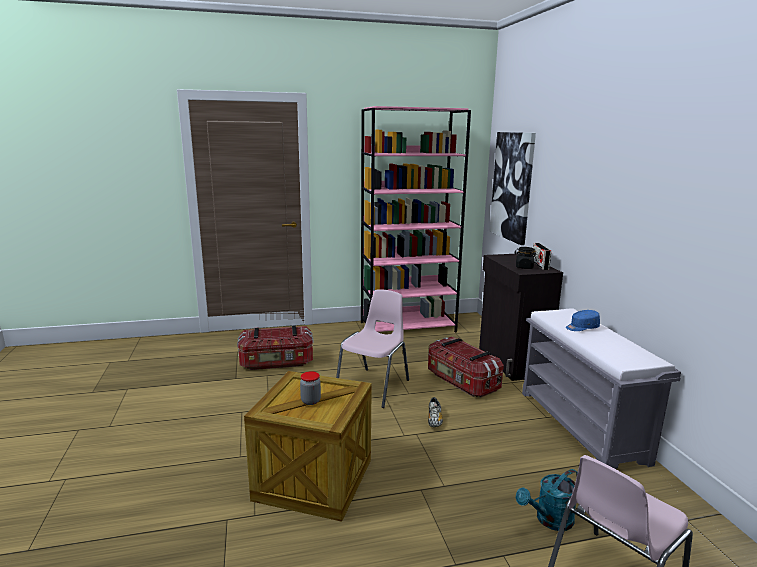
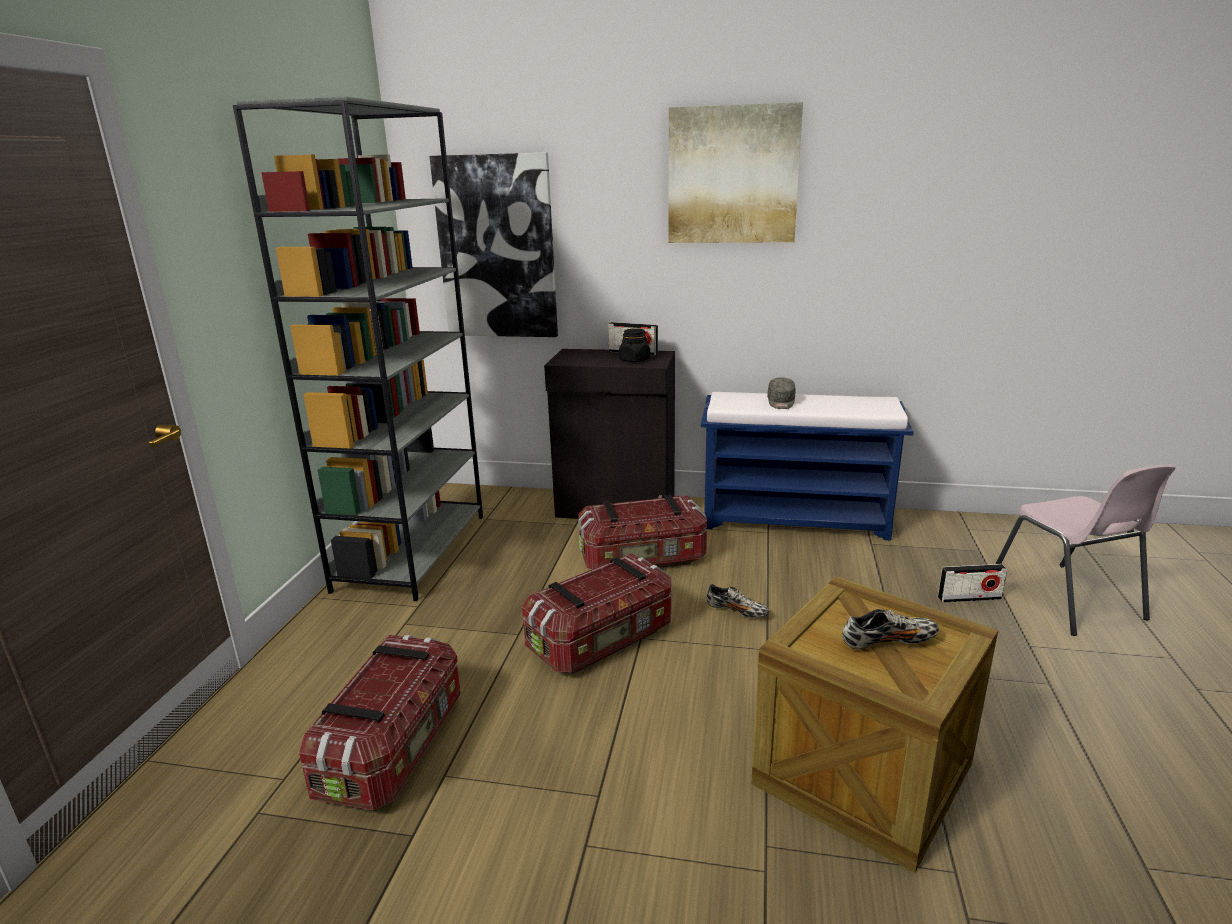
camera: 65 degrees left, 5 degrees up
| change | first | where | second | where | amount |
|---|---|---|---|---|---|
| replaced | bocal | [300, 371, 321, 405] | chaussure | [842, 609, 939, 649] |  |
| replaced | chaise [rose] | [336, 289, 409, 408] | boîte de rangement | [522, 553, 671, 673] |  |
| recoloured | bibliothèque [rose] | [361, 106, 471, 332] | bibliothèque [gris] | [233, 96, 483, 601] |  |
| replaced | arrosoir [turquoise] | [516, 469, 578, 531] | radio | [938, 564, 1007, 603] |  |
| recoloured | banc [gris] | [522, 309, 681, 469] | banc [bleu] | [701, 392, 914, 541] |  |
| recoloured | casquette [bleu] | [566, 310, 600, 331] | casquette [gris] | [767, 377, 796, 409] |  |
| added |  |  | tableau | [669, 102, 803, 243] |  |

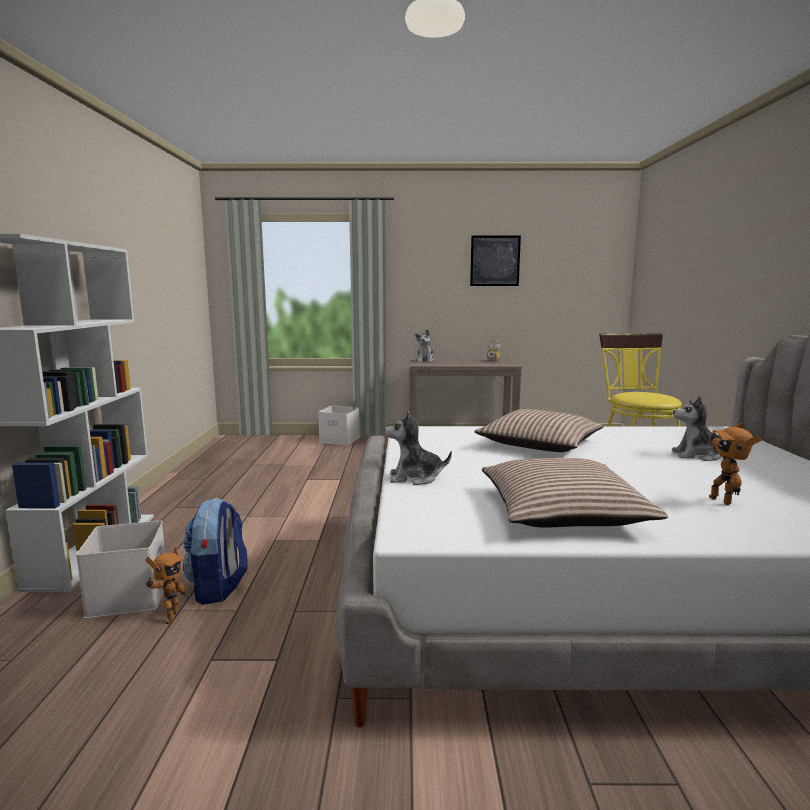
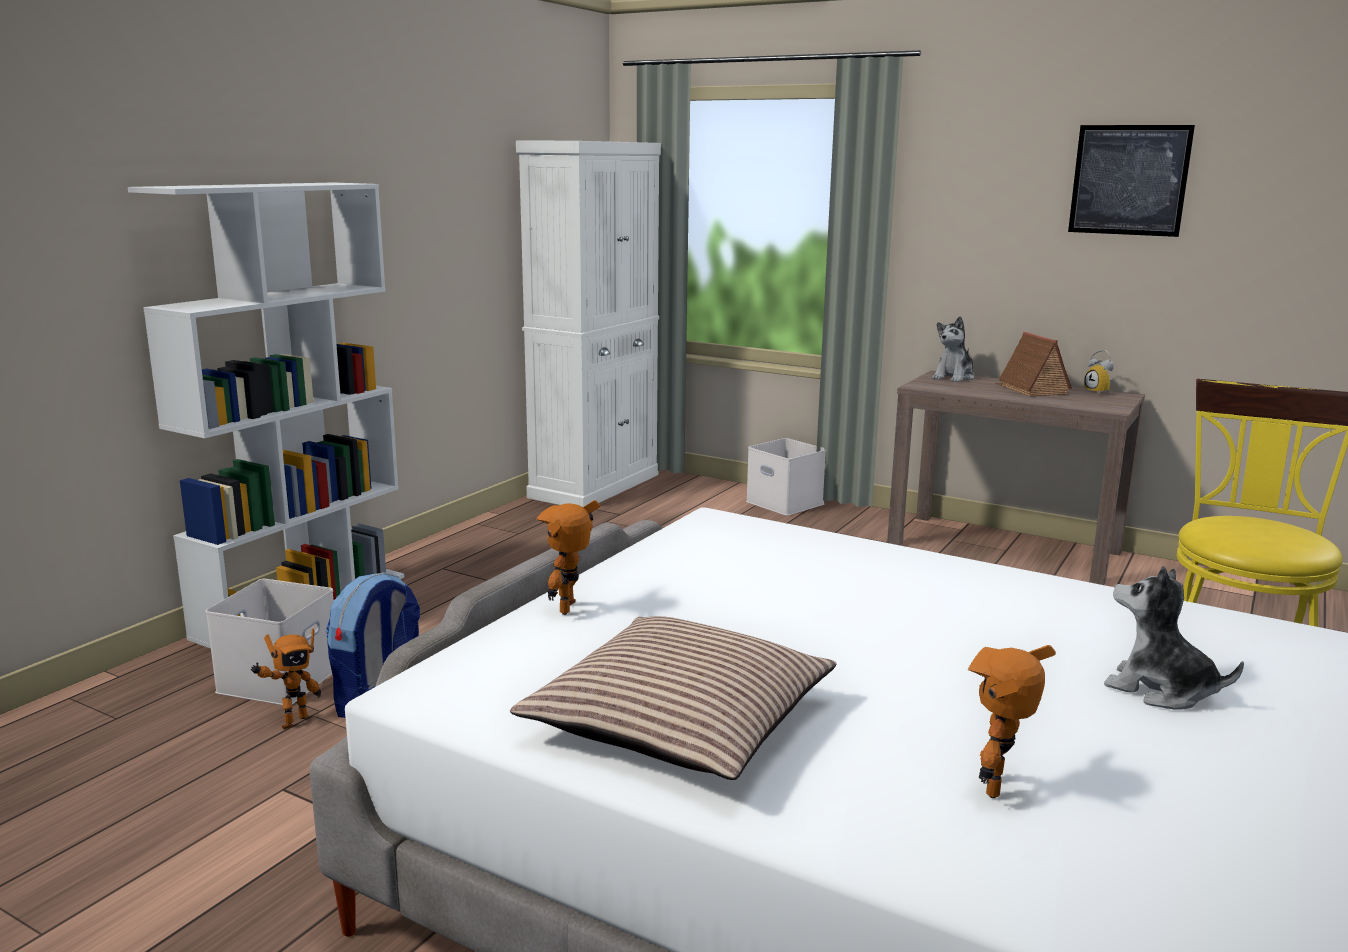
camera: 30 degrees right, 5 degrees up
| change | first | where | second | where | amount |
|---|---|---|---|---|---|
| replaced | peluche | [384, 411, 452, 485] | robot jouet | [536, 500, 600, 615] |  |
| removed | coussin | [474, 409, 604, 452] |  |  |  |
| added |  |  | meuble de rangement [blanc] | [516, 140, 661, 507] |  |
| added |  |  | maison miniature | [996, 332, 1072, 397] |  |

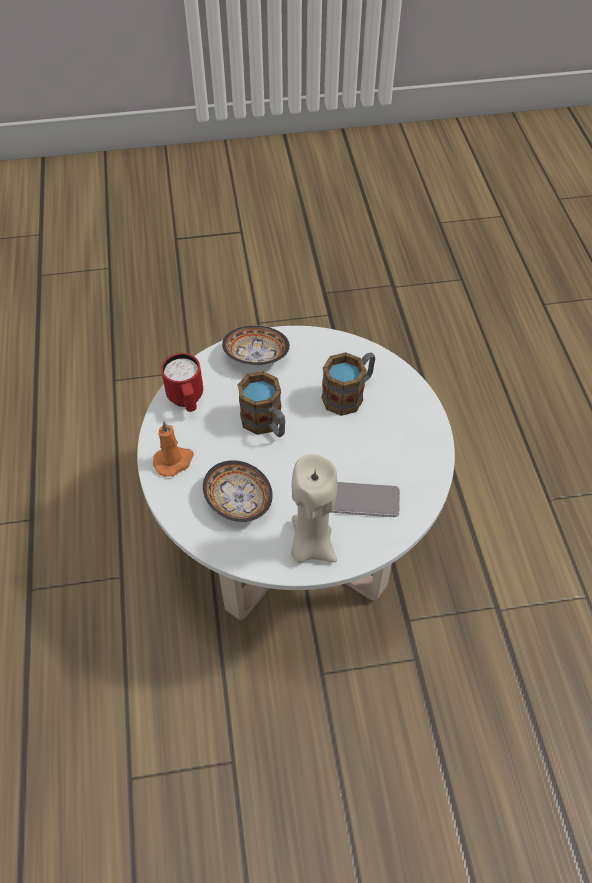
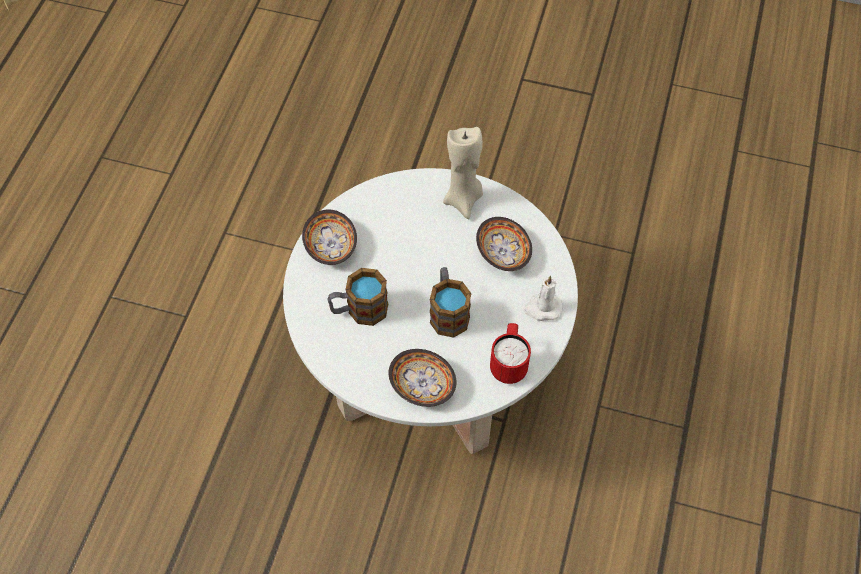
camera: 155 degrees left, 5 degrees up
| change | first | where | second | where | amount |
|---|---|---|---|---|---|
| recoloured | bougie [orange] | [153, 421, 194, 476] | bougie [blanc] | [523, 276, 563, 321] |  |
| removed | téléphone | [332, 481, 400, 517] |  |  |  |
| added |  |  | bol | [302, 210, 357, 265] |  |

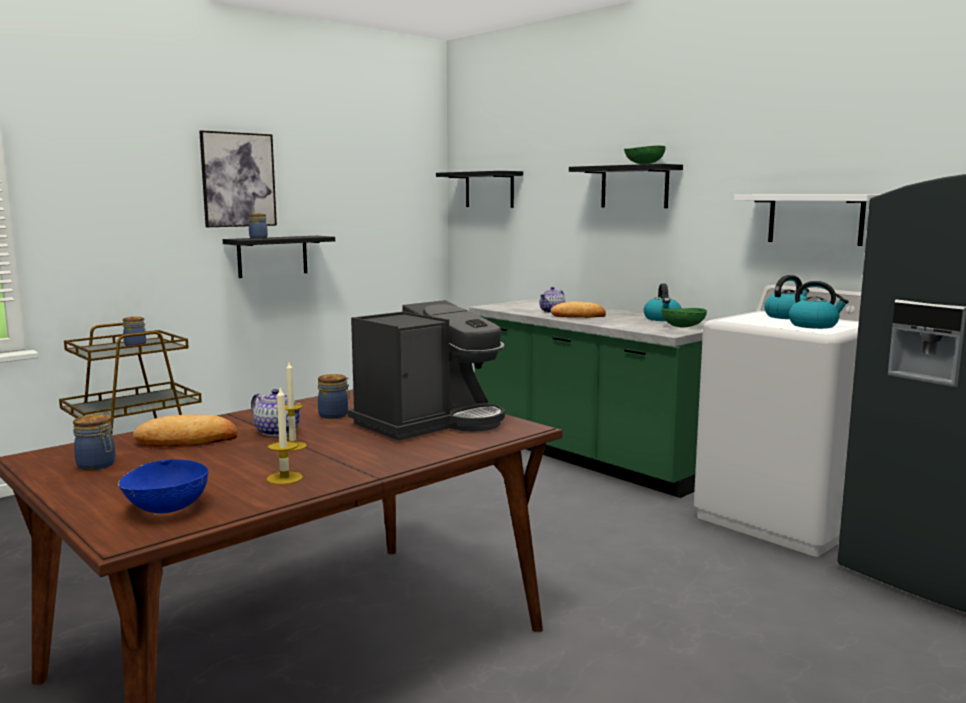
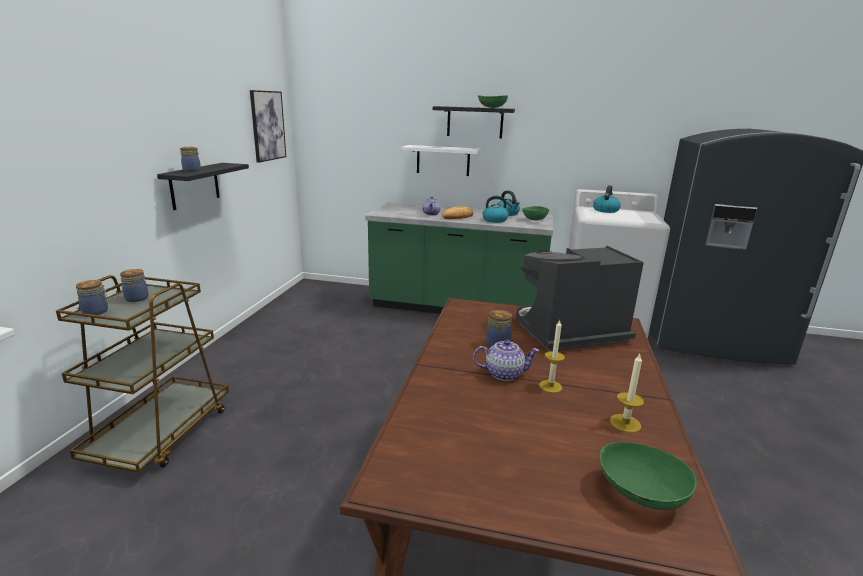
camera: 35 degrees left, 10 degrees up
| change | first | where | second | where | amount |
|---|---|---|---|---|---|
| moved | bocal | [73, 414, 116, 470] |  | [76, 280, 109, 315] |  |
| recoloured | bol [bleu] | [118, 459, 209, 513] | bol [vert] | [600, 442, 697, 510] |  |
| removed | pain | [133, 415, 237, 446] |  |  |  |
| moved | tableau | [199, 130, 277, 227] |  | [250, 90, 286, 163] |  |
| turned | machine à café | [348, 300, 505, 441] |  | [516, 246, 644, 351] | 120 degrees counterclockwise |
| removed | étagère [noir] | [436, 171, 523, 208] |  |  |  |
| moved | étagère [blanc] | [734, 195, 878, 246] |  | [401, 145, 481, 176] |  |
| moved | bouilloire | [789, 281, 849, 329] |  | [482, 196, 513, 223] |  |

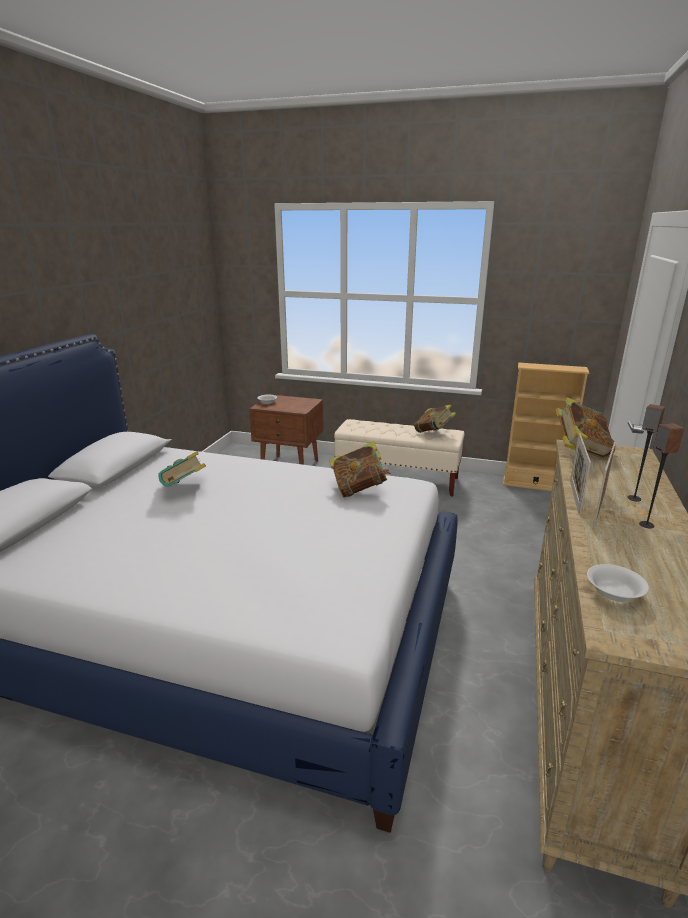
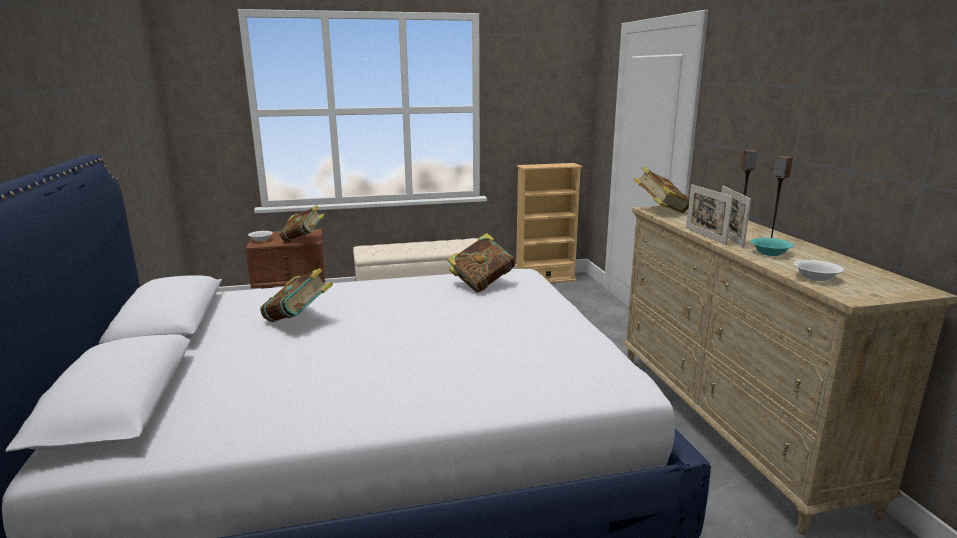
camera: 30 degrees left, 5 degrees down
| change | first | where | second | where | amount |
|---|---|---|---|---|---|
| moved | livre | [414, 405, 456, 433] |  | [279, 205, 324, 242] |  |
| added |  |  | bol [turquoise] | [751, 238, 794, 256] |  |

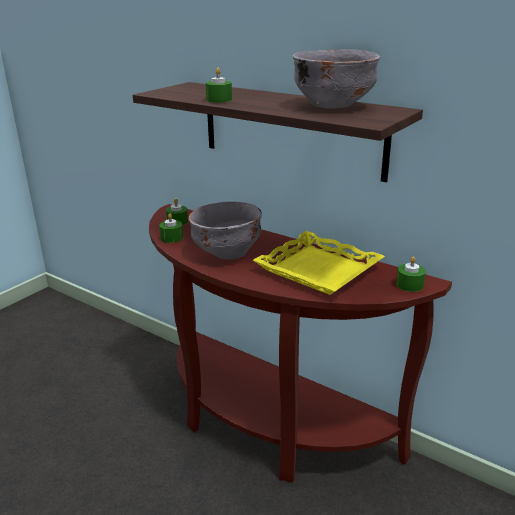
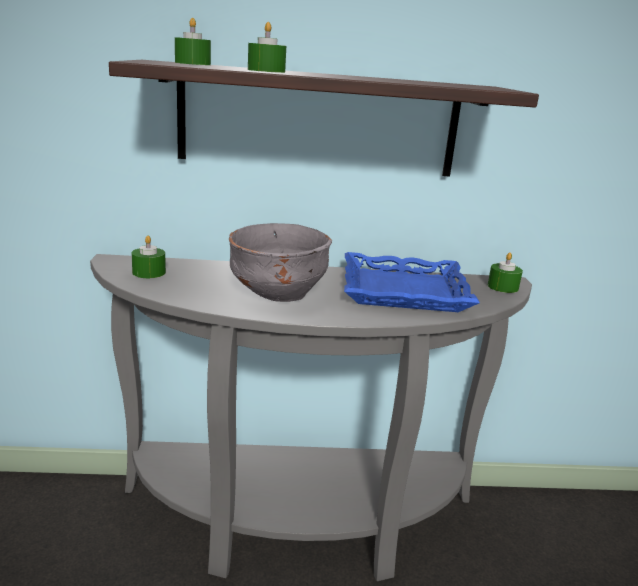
camera: 40 degrees left, 5 degrees down
| change | first | where | second | where | amount |
|---|---|---|---|---|---|
| recoloured | table console [marron] | [149, 204, 452, 483] | table console [gris] | [90, 254, 532, 581] |  |
| moved | bougie [vert] | [159, 213, 183, 243] |  | [175, 18, 211, 65] |  |
| recoloured | plateau [jaune] | [253, 231, 385, 295] | plateau [bleu] | [344, 252, 480, 312] |  |
| removed | bol [gris] | [292, 49, 380, 109] |  |  |  |

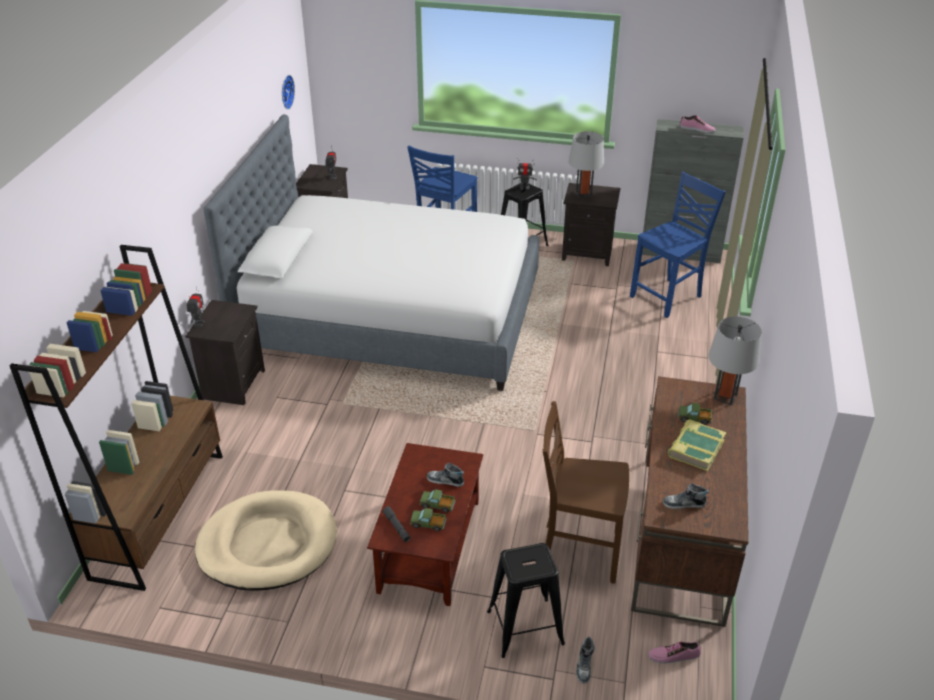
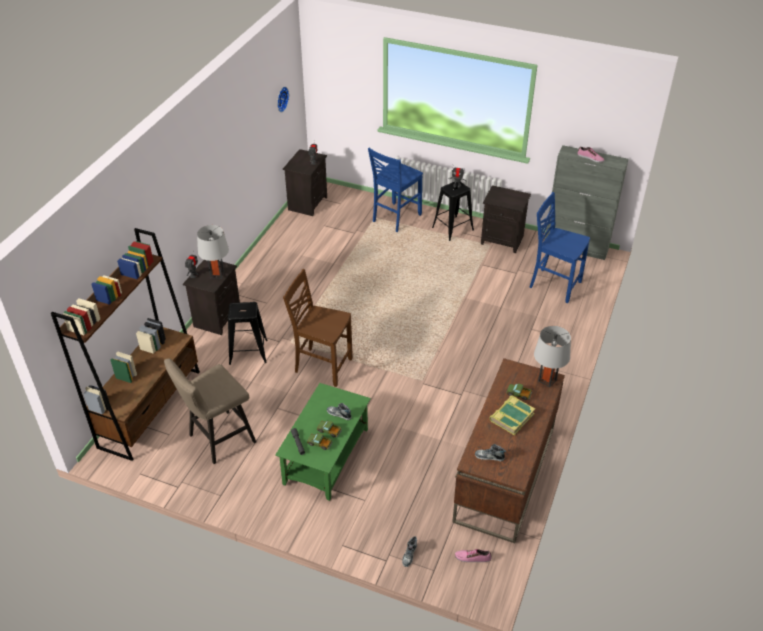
camera: 10 degrees right, 5 degrees up
| change | first | where | second | where | amount |
|---|---|---|---|---|---|
| replaced | panier pour chien [beige] | [195, 491, 337, 591] | tabouret [beige] | [164, 359, 256, 464] |  |
| removed | lit | [204, 114, 539, 391] |  |  |  |
| recoloured | table basse [marron] | [367, 443, 483, 606] | table basse [vert] | [275, 383, 371, 501] |  |
| moved | tabouret [noir] | [487, 543, 565, 658] |  | [228, 302, 268, 365] |  |
| moved | chaise [marron] | [543, 401, 629, 584] |  | [283, 269, 353, 387] |  |
| moved | lampe de table [gris] | [568, 131, 604, 198] |  | [197, 225, 229, 279] |  |
| turned | chaise [bleu] | [630, 172, 726, 318] |  | [529, 192, 590, 303] | 120 degrees counterclockwise |

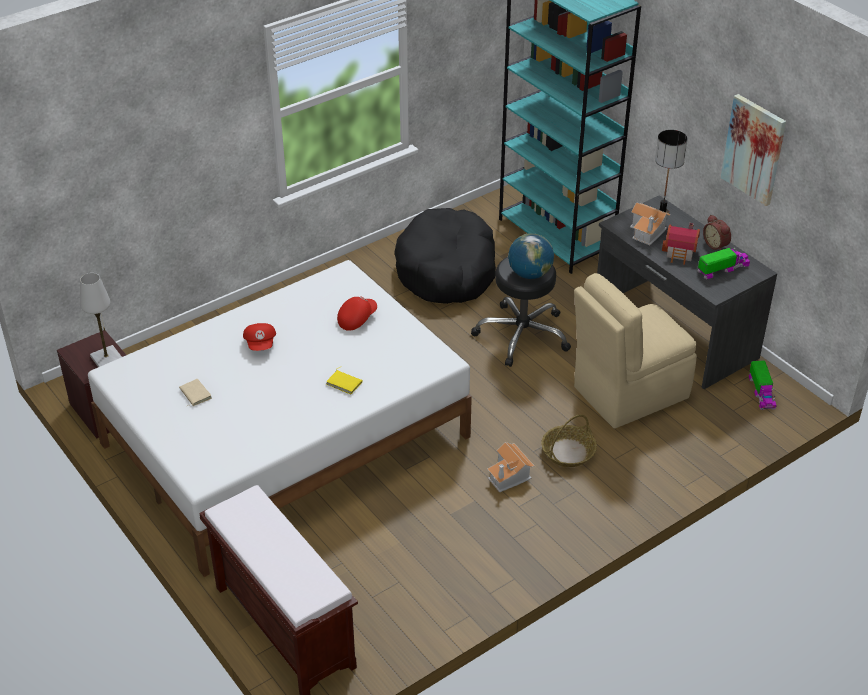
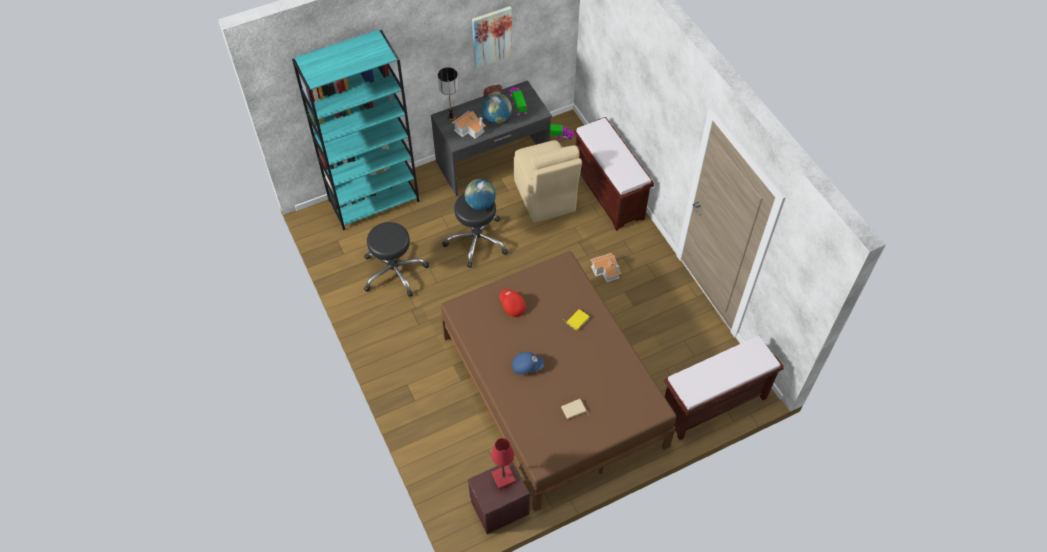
camera: 80 degrees left, 15 degrees up
| change | first | where | second | where | amount |
|---|---|---|---|---|---|
| recoloured | lampe de table [blanc] | [80, 273, 122, 367] | lampe de table [rouge] | [491, 438, 516, 489] |  |
| recoloured | lit [blanc] | [88, 260, 472, 577] | lit [marron] | [441, 251, 676, 512] |  |
| recoloured | casquette [rouge] | [243, 323, 276, 351] | casquette [bleu] | [512, 352, 544, 374] |  |
| replaced | panier pour chien [noir] | [394, 208, 496, 304] | tabouret [noir] | [364, 222, 430, 297] |  |
| removed | panier | [541, 414, 597, 467] |  |  |  |
| replaced | maison miniature | [662, 223, 700, 265] | globe | [482, 93, 512, 124] |  |
| added |  |  | banc [marron] | [574, 117, 654, 231] |  |

